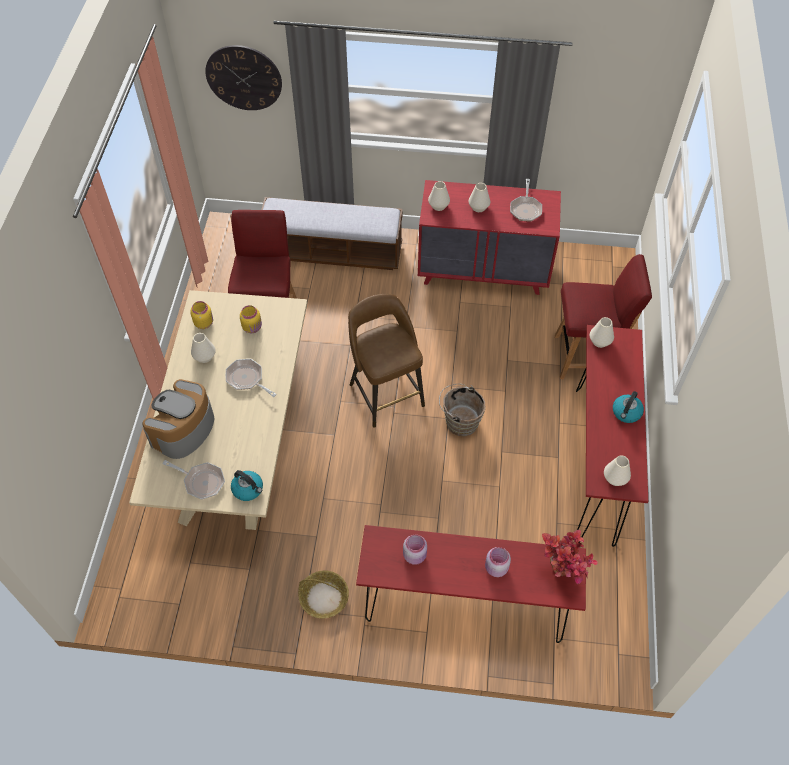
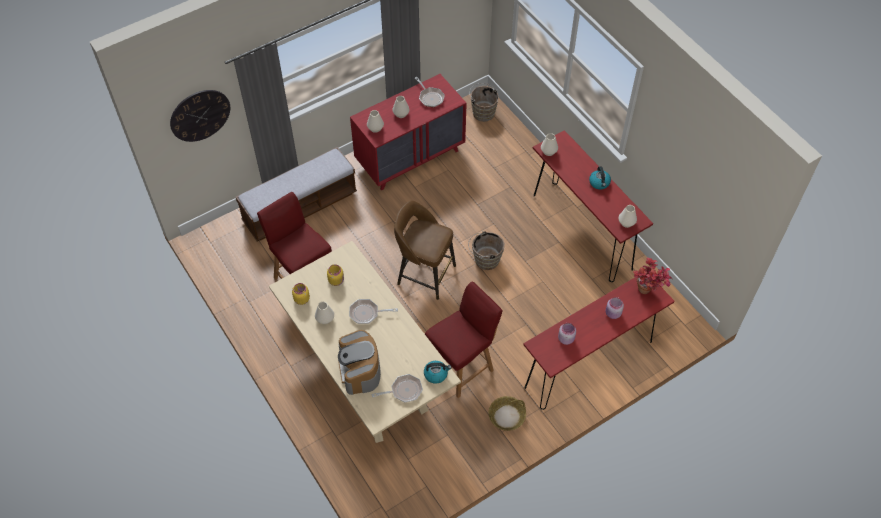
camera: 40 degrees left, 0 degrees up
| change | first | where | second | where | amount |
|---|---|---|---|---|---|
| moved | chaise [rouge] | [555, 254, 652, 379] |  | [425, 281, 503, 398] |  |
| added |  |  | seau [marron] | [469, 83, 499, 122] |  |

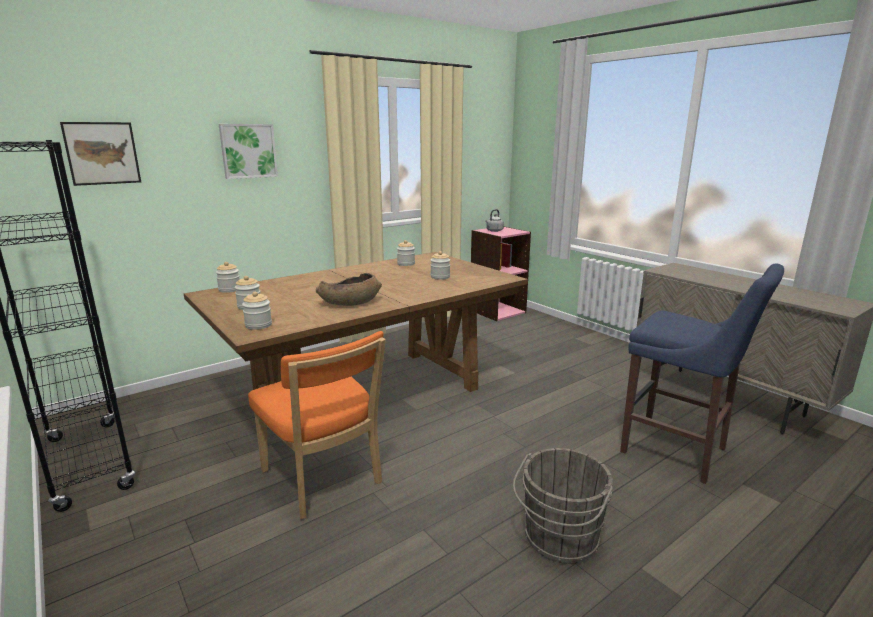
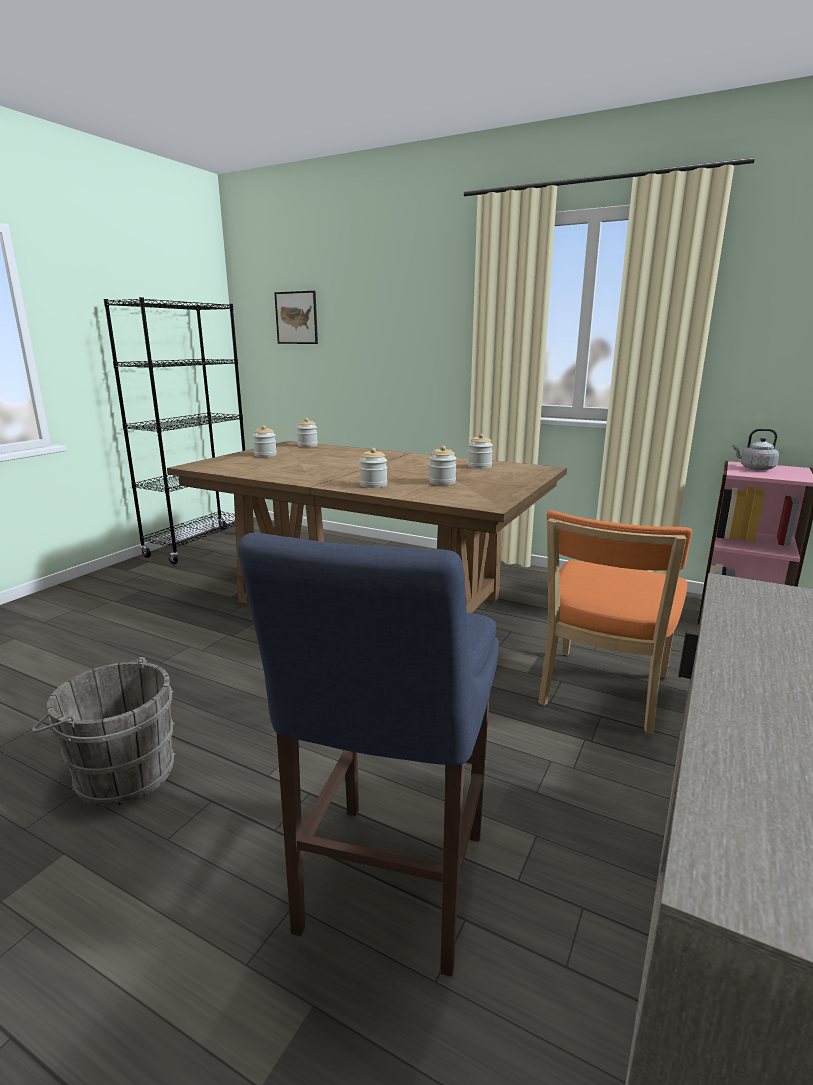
camera: 65 degrees right, 0 degrees up
| change | first | where | second | where | amount |
|---|---|---|---|---|---|
| removed | tableau | [219, 124, 278, 179] |  |  |  |
| moved | bocal | [242, 292, 272, 330] |  | [359, 448, 387, 488] |  |
| moved | chaise [orange] | [248, 331, 386, 519] |  | [538, 510, 692, 734] |  |
| removed | bol [marron] | [316, 273, 382, 306] |  |  |  |

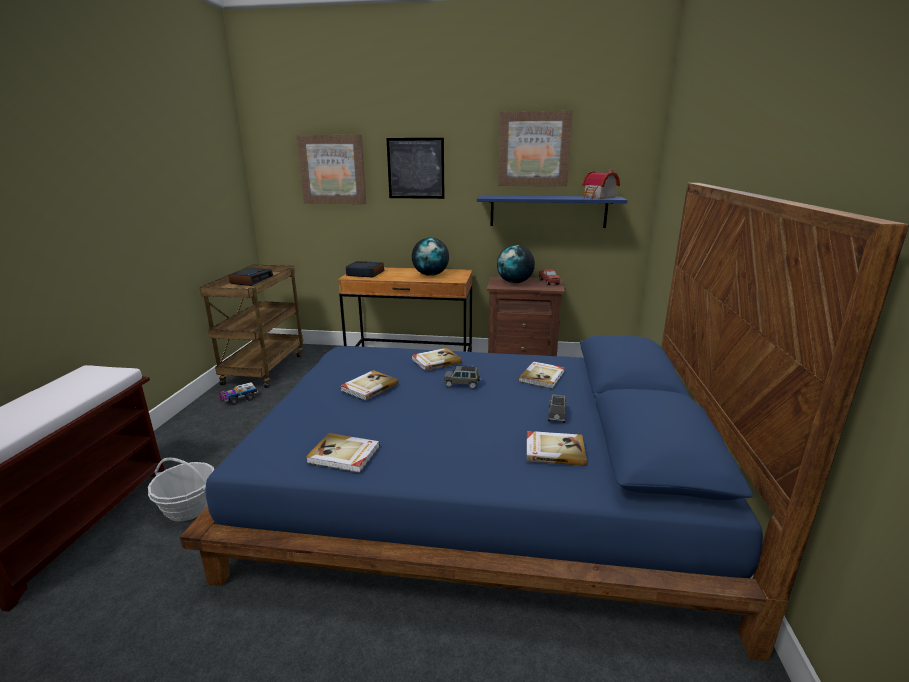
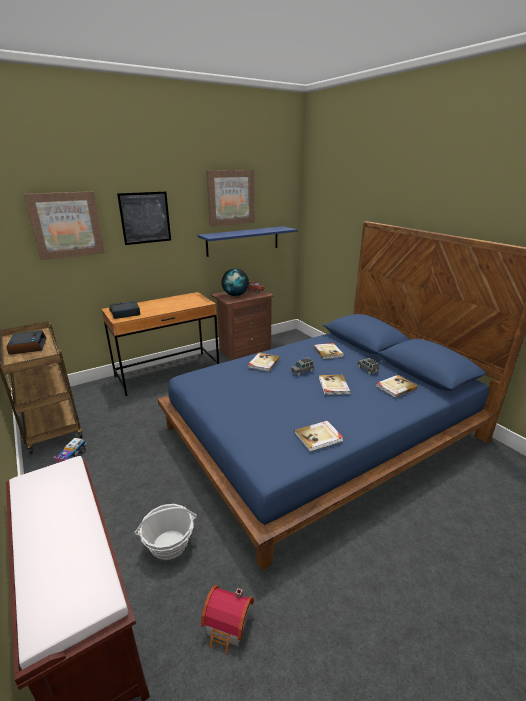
camera: 40 degrees left, 5 degrees up
| change | first | where | second | where | amount |
|---|---|---|---|---|---|
| moved | livre | [340, 370, 398, 400] |  | [319, 375, 351, 395] |  |
| removed | globe | [412, 238, 449, 276] |  |  |  |
| moved | maison miniature | [582, 170, 620, 199] |  | [201, 585, 254, 655] |  |

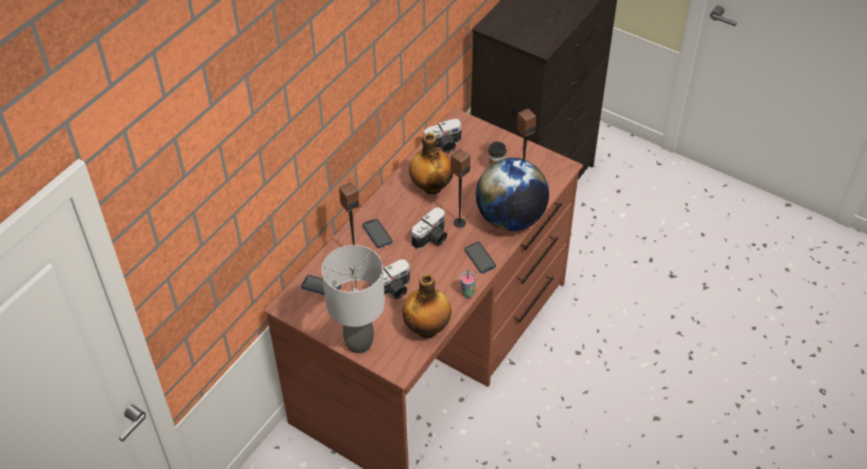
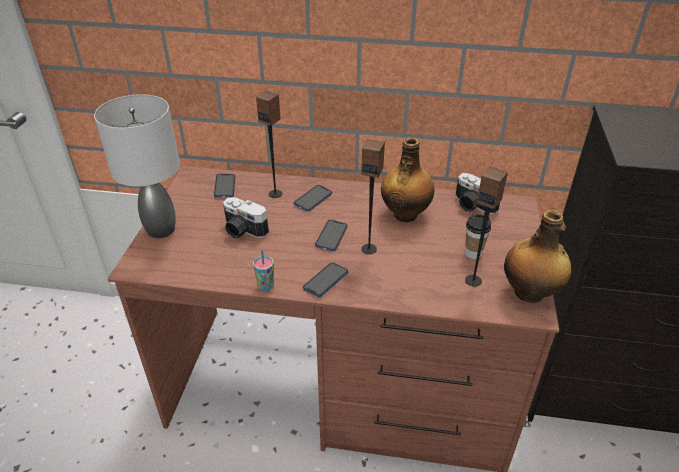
camera: 65 degrees right, 10 degrees down
| change | first | where | second | where | amount |
|---|---|---|---|---|---|
| moved | bouteille | [402, 274, 452, 338] |  | [504, 210, 571, 303] |  |
| replaced | appareil photo | [412, 207, 447, 249] | téléphone | [315, 220, 348, 251] |  |
| removed | globe | [476, 158, 549, 231] |  |  |  |

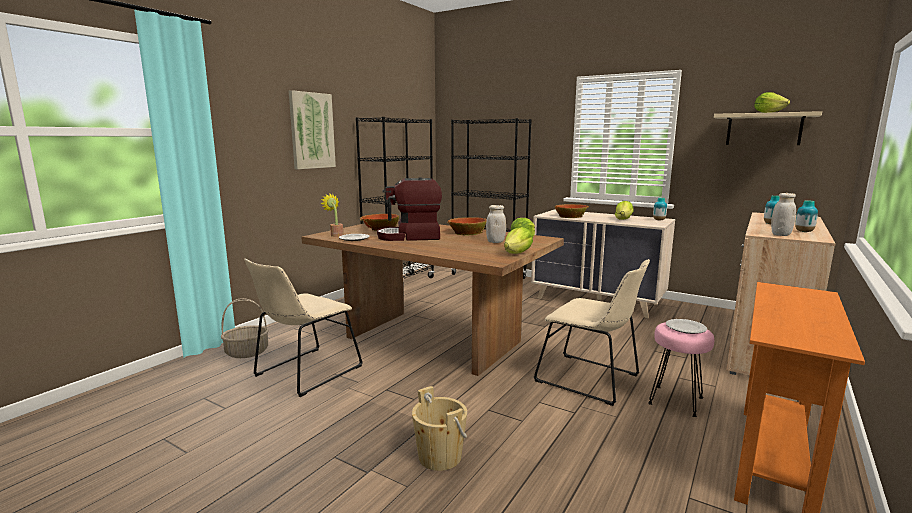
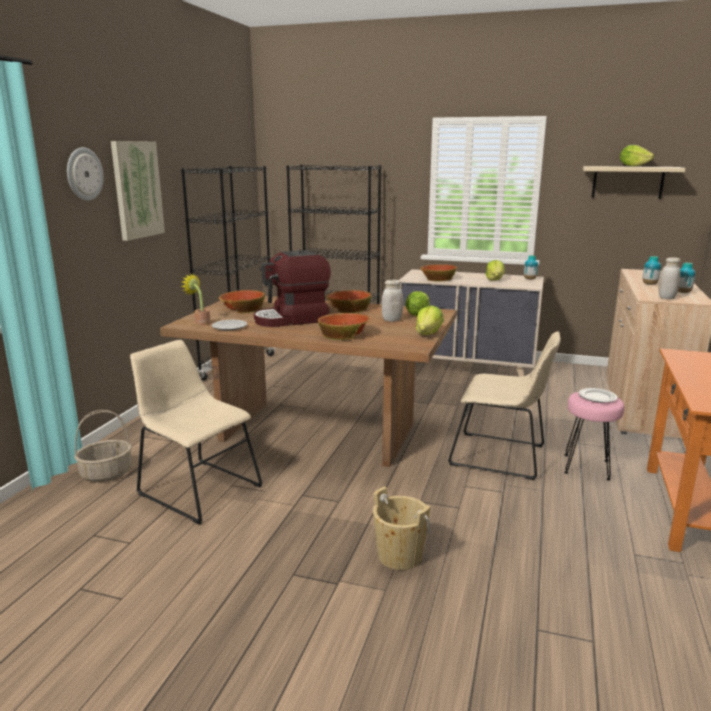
camera: 15 degrees left, 5 degrees up
| change | first | where | second | where | amount |
|---|---|---|---|---|---|
| turned | chaise [beige] | [244, 259, 363, 397] |  | [130, 340, 263, 525] | 105 degrees clockwise |
| added |  |  | horloge murale | [67, 147, 104, 201] |  |
| added |  |  | bol | [318, 313, 370, 340] |  |

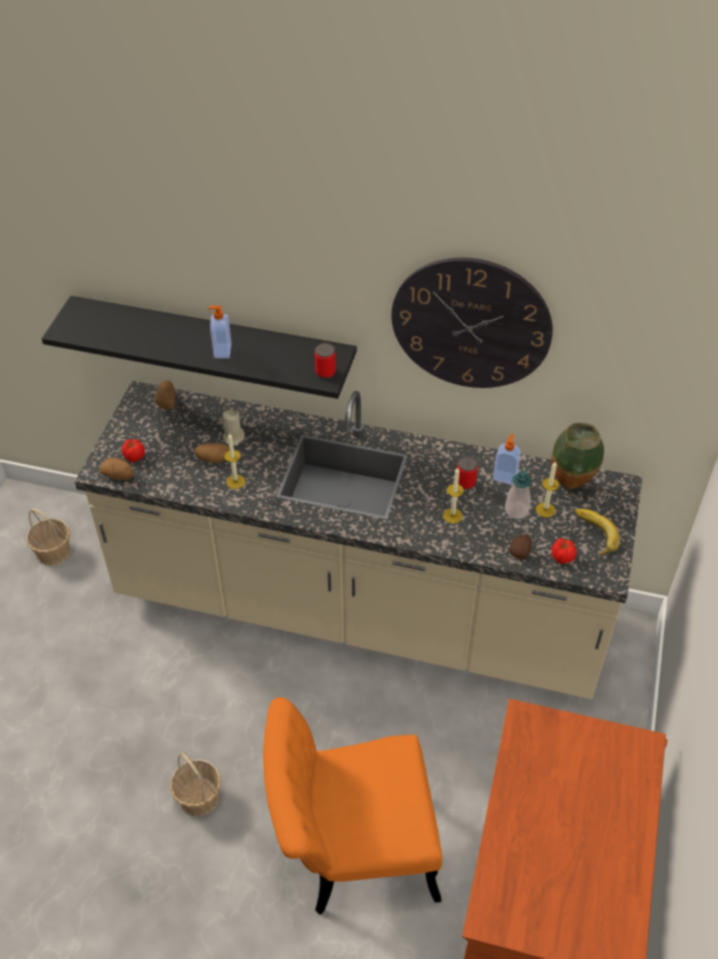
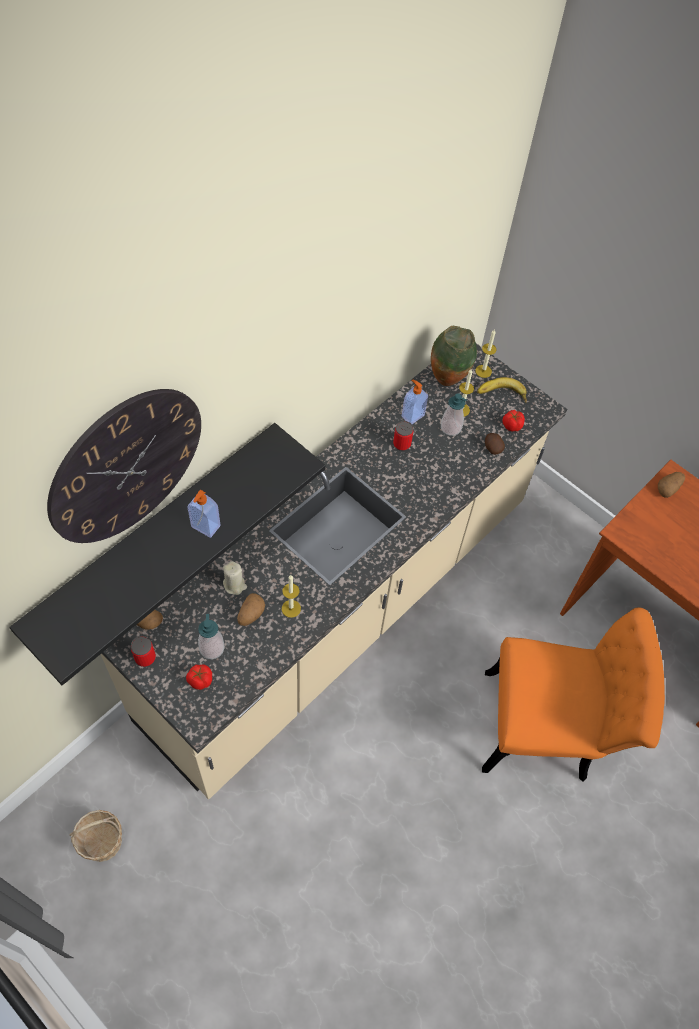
camera: 65 degrees left, 10 degrees up
| change | first | where | second | where | amount |
|---|---|---|---|---|---|
| moved | pomme de terre | [99, 457, 134, 480] |  | [658, 472, 685, 498] |  |
| removed | panier | [170, 751, 221, 817] |  |  |  |
| turned | chaise [orange] | [263, 697, 442, 915] |  | [482, 607, 665, 782] | 105 degrees counterclockwise |
| moved | boîte métallique | [315, 343, 336, 379] |  | [131, 636, 156, 667] |  |
| moved | horloge murale | [391, 258, 553, 388] |  | [47, 389, 201, 543] |  |
| moved | bougie | [443, 468, 464, 524] |  | [475, 329, 497, 378] |  |
| added |  |  | distributeur de savon | [198, 614, 225, 659] |  |

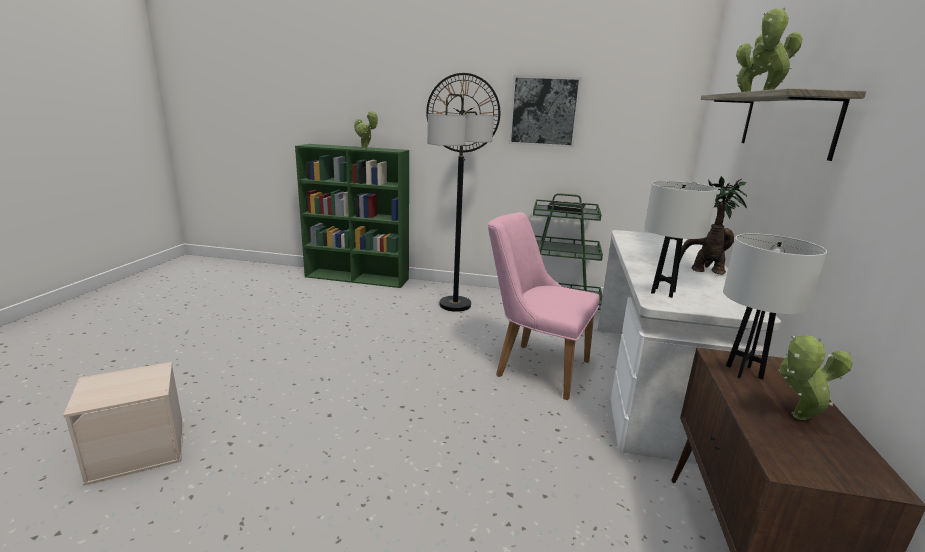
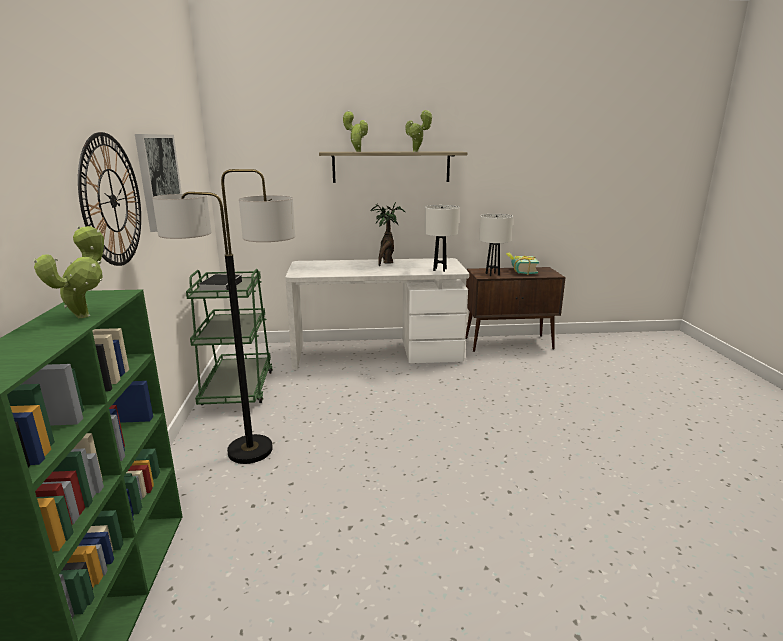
camera: 105 degrees left, 0 degrees up
| change | first | where | second | where | amount |
|---|---|---|---|---|---|
| removed | boîte de rangement [beige] | [63, 362, 183, 486] |  |  |  |
| removed | chaise [rose] | [488, 212, 600, 400] |  |  |  |
| replaced | plante en pot | [779, 336, 853, 420] | livre | [506, 252, 539, 275] |  |

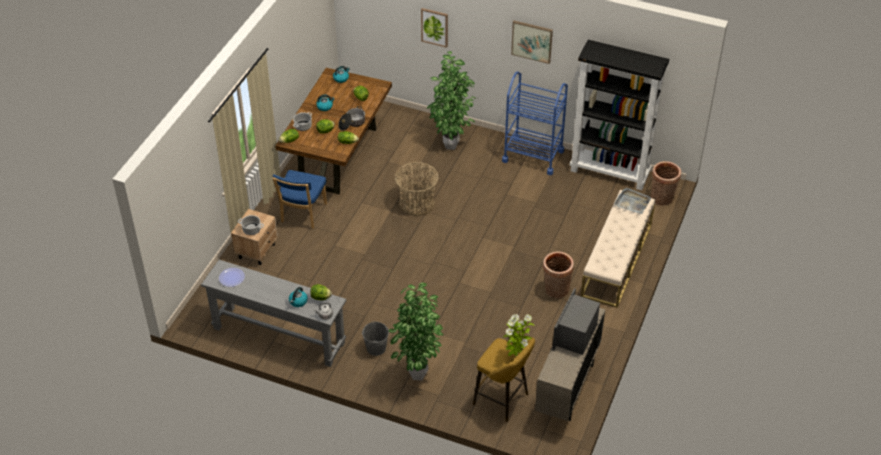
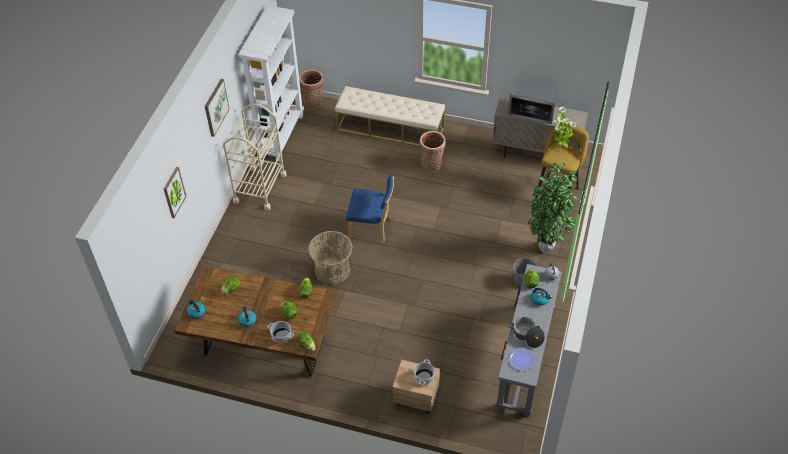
camera: 95 degrees left, 5 degrees up
| change | first | where | second | where | amount |
|---|---|---|---|---|---|
| moved | chaise [bleu] | [272, 170, 327, 229] |  | [346, 175, 394, 243] |  |
| moved | marmite | [338, 106, 365, 131] |  | [509, 317, 545, 348] |  |
| removed | plante en pot | [427, 51, 477, 150] |  |  |  |
| recoloured | chariot [bleu] | [502, 71, 568, 175] | chariot [beige] | [223, 103, 287, 210] |  |
| recoloured | bibliothèque [noir] | [569, 40, 669, 190] | bibliothèque [blanc] | [238, 5, 304, 161] |  |
| removed | plateau [gris] | [614, 188, 651, 214] |  |  |  |

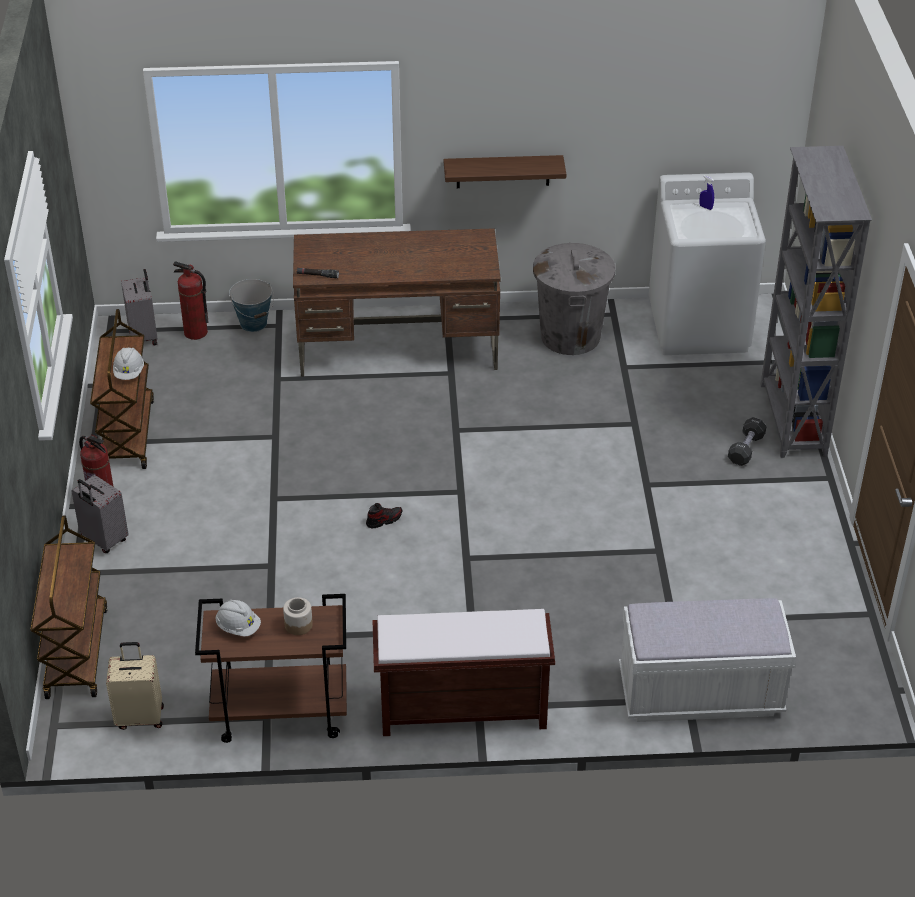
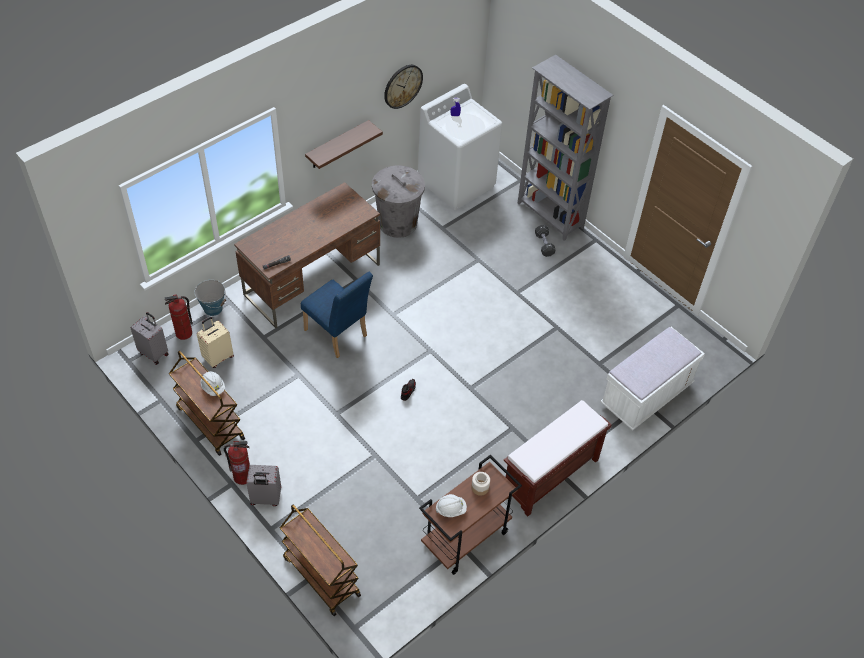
camera: 40 degrees left, 10 degrees up
| change | first | where | second | where | amount |
|---|---|---|---|---|---|
| moved | valise [beige] | [106, 642, 164, 730] |  | [197, 317, 234, 368] |  |
| added |  |  | chaise [bleu] | [301, 272, 373, 358] |  |
| added |  |  | horloge murale | [384, 65, 423, 109] |  |

